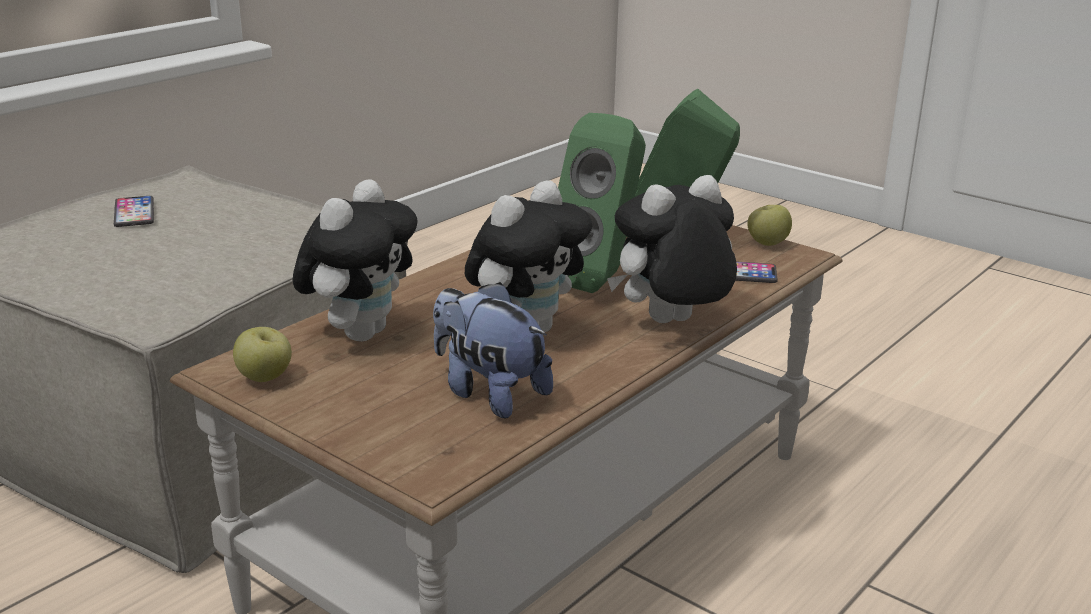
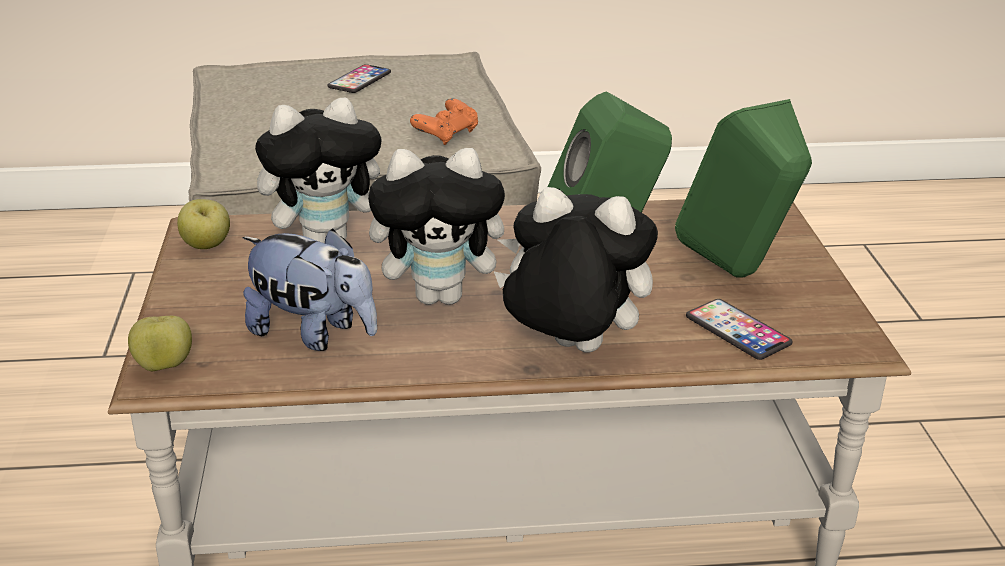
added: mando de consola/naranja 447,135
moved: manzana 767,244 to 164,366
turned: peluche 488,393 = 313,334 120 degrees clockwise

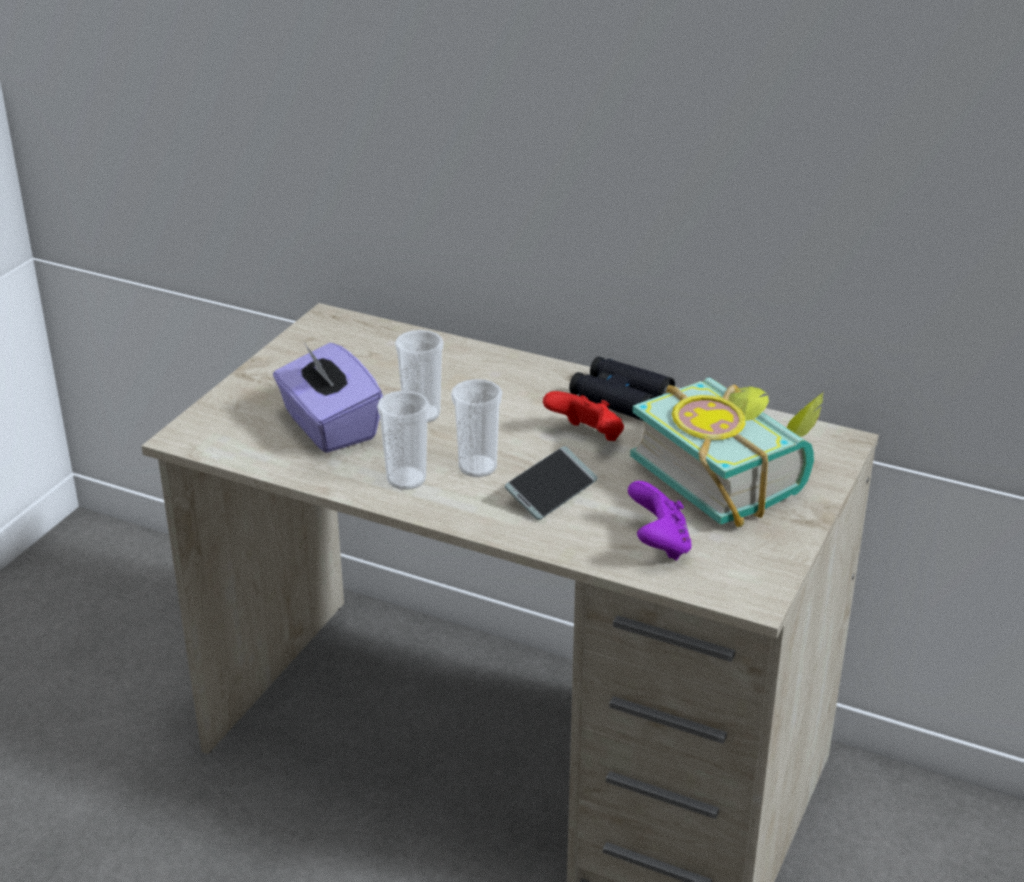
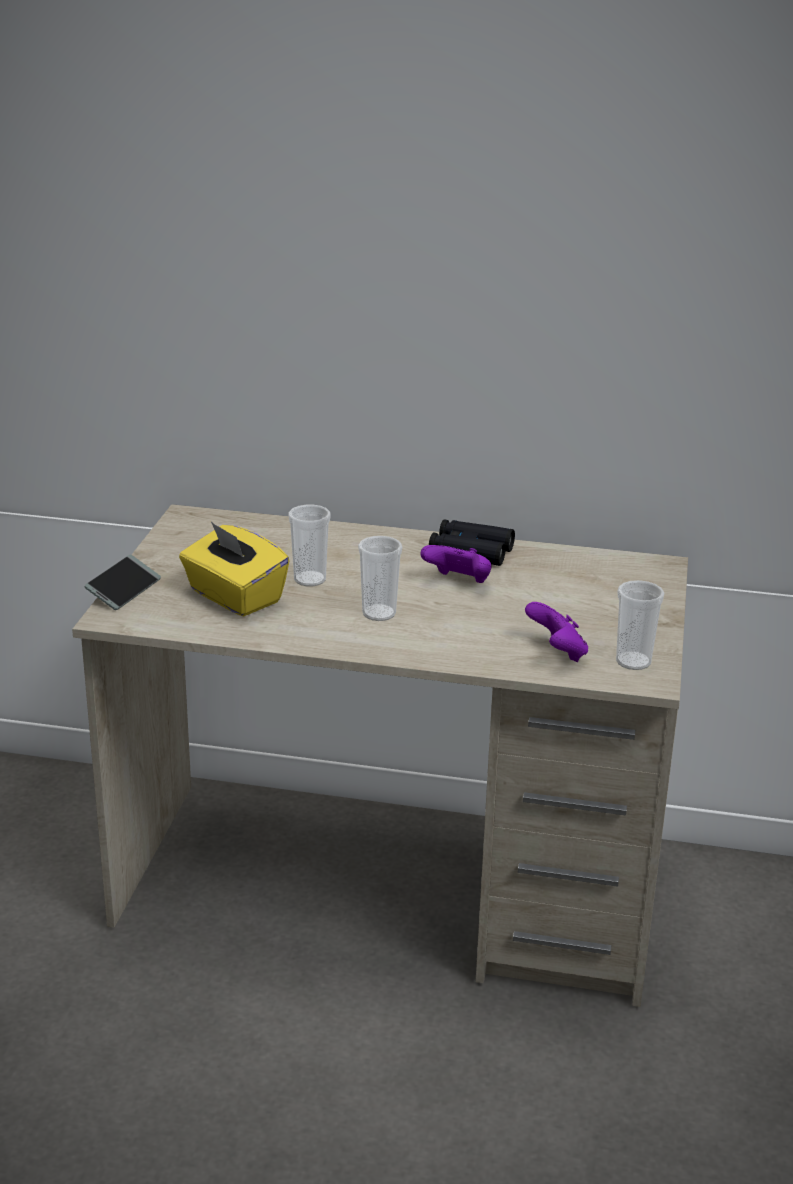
removed: libro 731,475
moved: taza 406,479 to 633,661; móvil 551,492 to 124,590
recoloured: caja de pañuelos/morado 329,427 to caja de pañuelos/amarillo 234,597; mando de consola/rojo 587,437 to mando de consola/morado 458,583

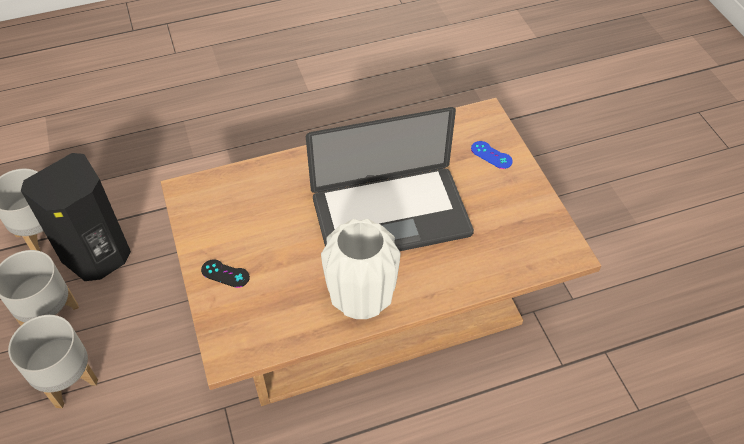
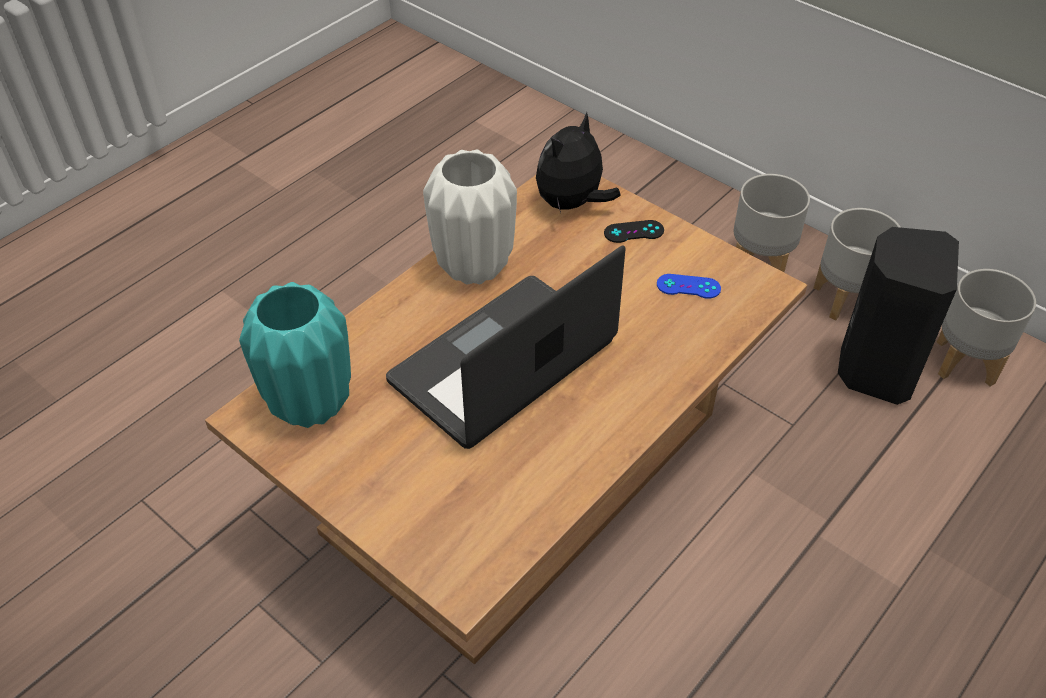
added: florero/turquesa 310,405; peluche 572,204
moved: mando de consola/azul 491,155 to 688,286

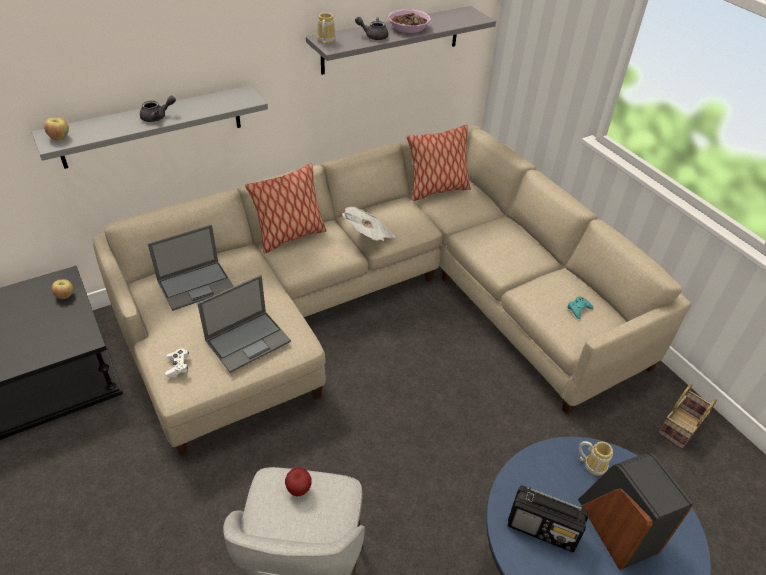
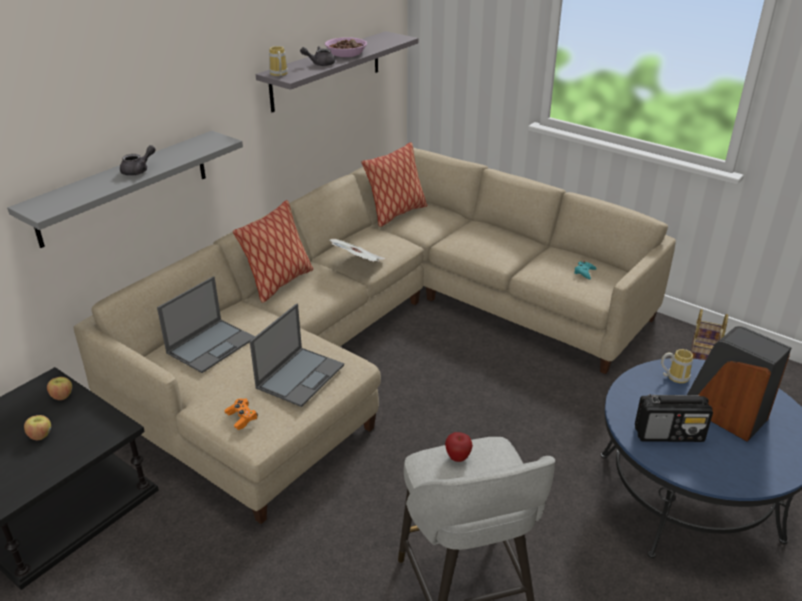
moved: manzana 59,137 to 40,435
recoloured: mando de consola/blanco 178,366 to mando de consola/naranja 242,418

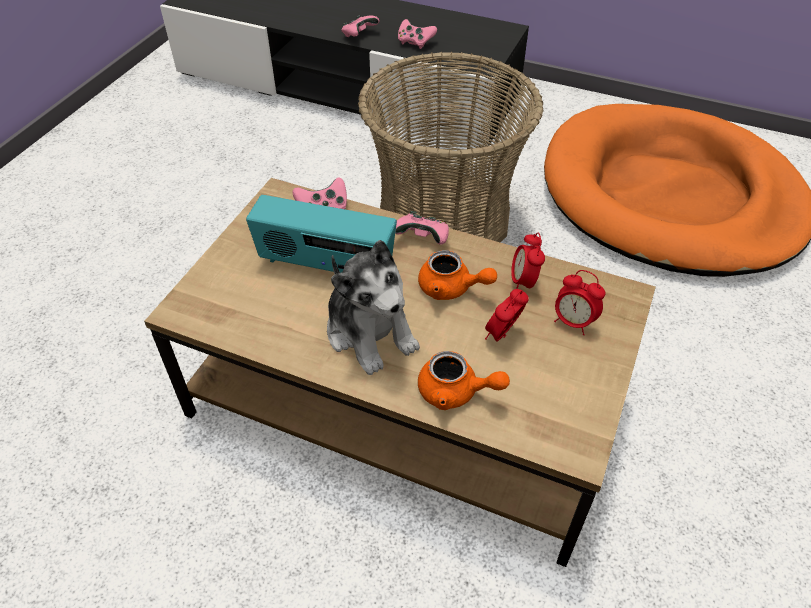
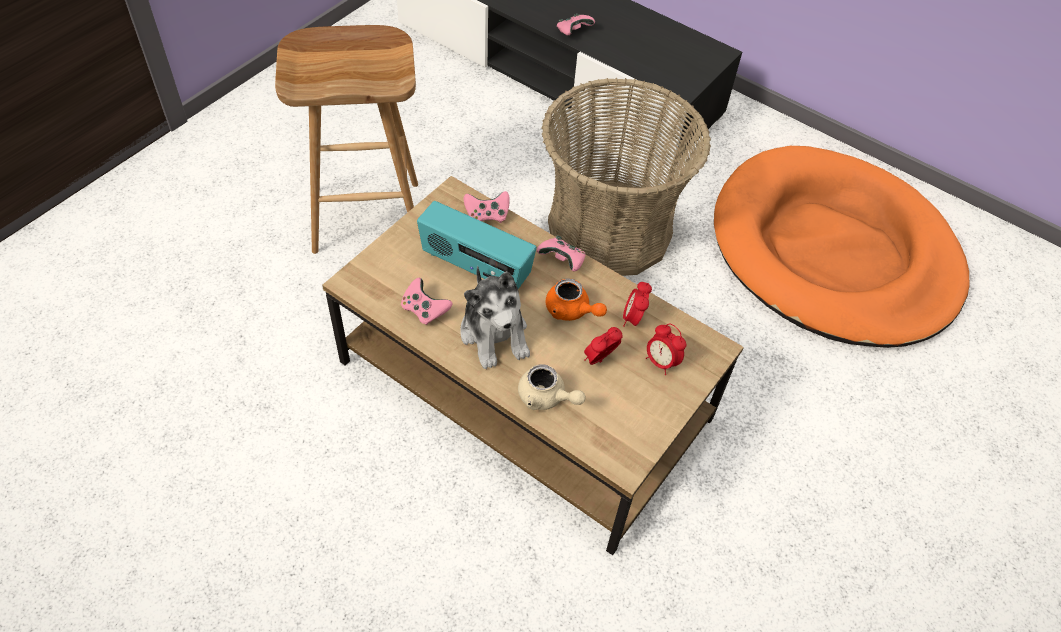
added: taburete/marrón 368,216
moved: mando de consola/rosa 415,42 to 424,310
recoloured: tetera/naranja 455,392 to tetera/beis 546,398

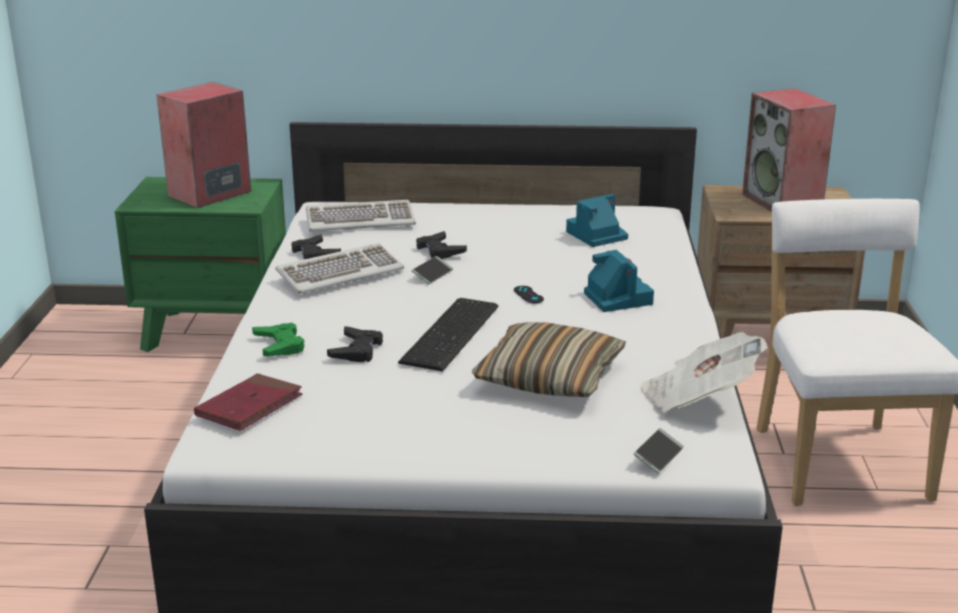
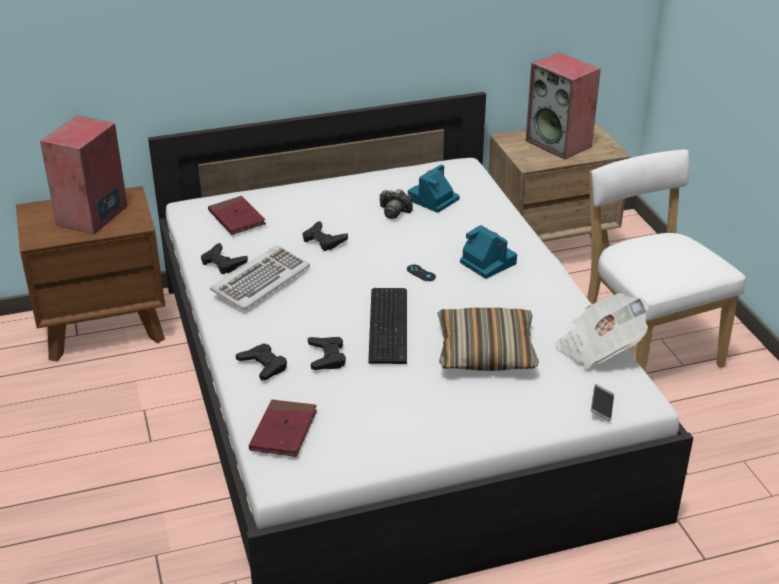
removed: móvil 432,274
added: cámara 394,212
replaced: teclado 360,220 to libro/rojo 236,218
recoloured: mesita de noche/verde 216,331 to mesita de noche/marrón 104,326; mando de consola/verde 279,345 to mando de consola/negro 263,365

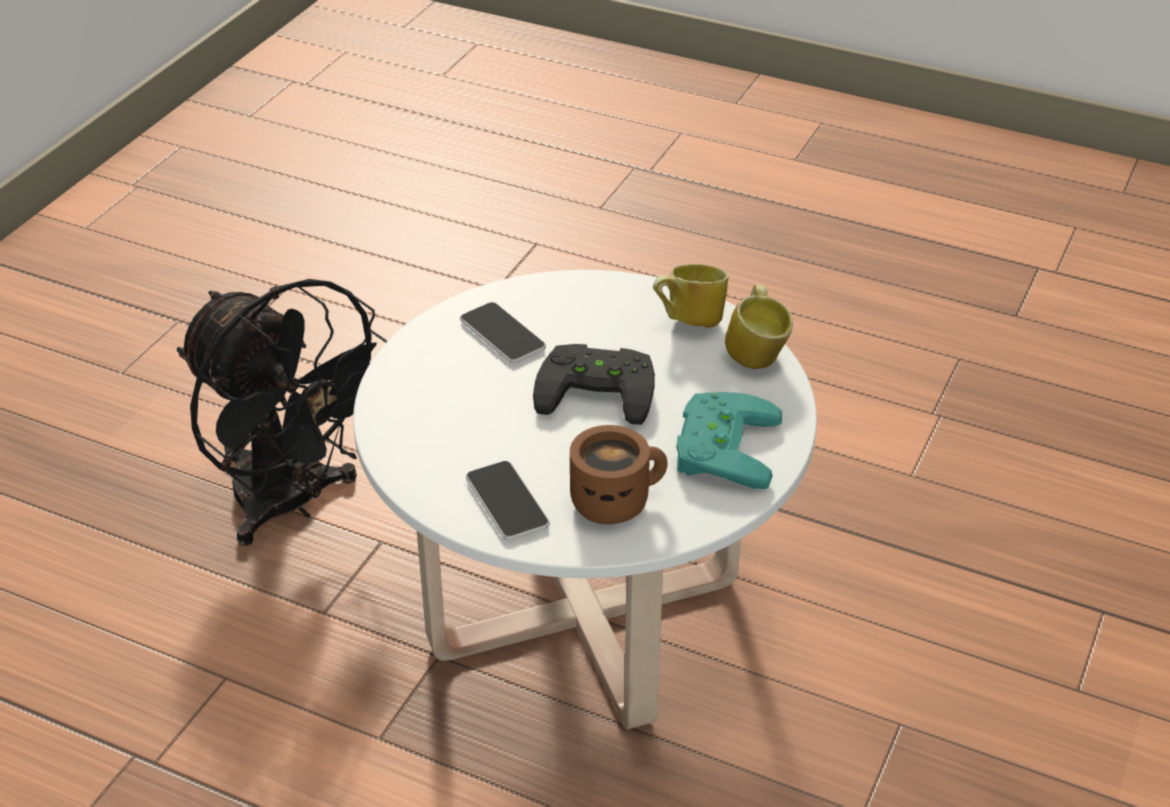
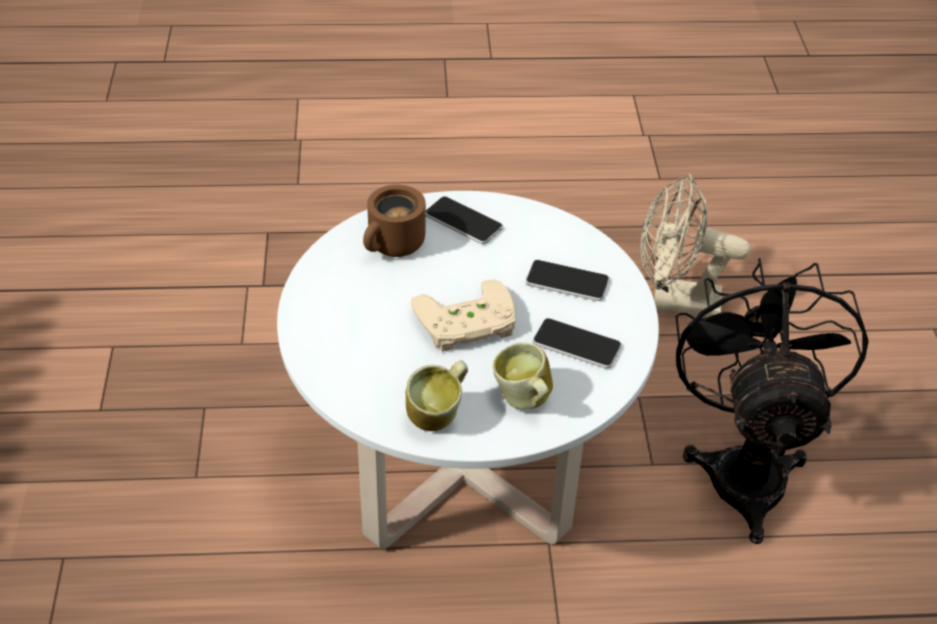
removed: mando de consola/turquesa 719,446
added: móvil 567,282; ventilador/beis 674,301
moved: taza grande 757,354 to 523,401
recoloured: mando de consola/negro 598,387 to mando de consola/beis 467,325
turned: ventilador/negro 292,504 = 744,466 75 degrees clockwise

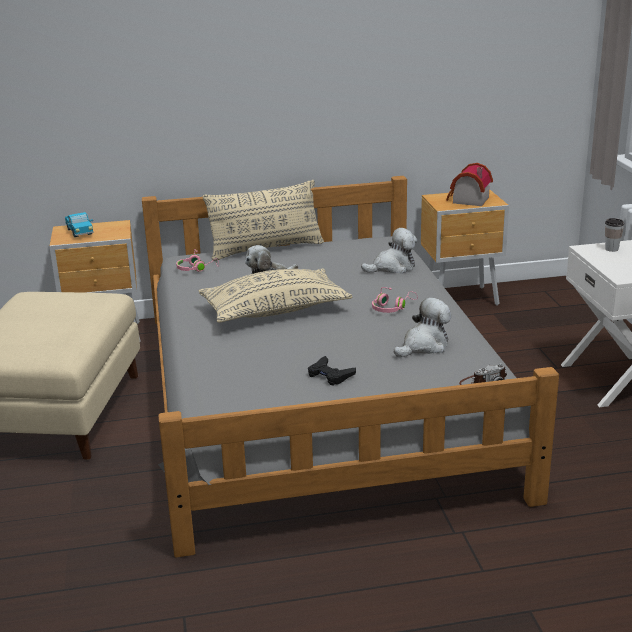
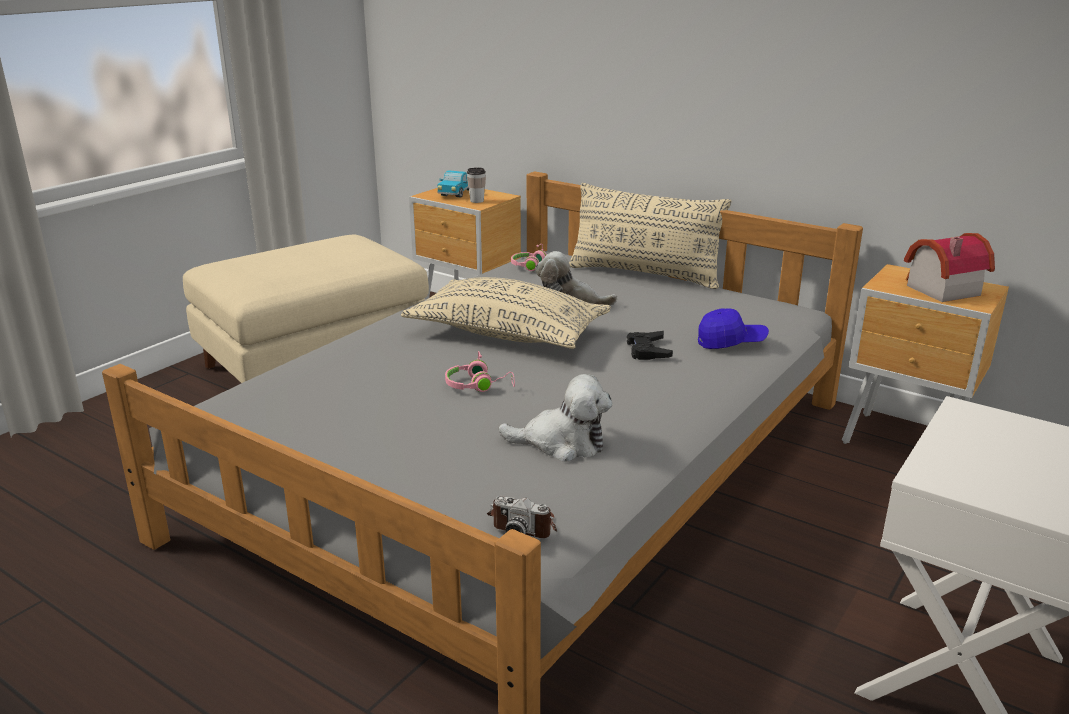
moved: mando de consola/negro 330,375 to 648,350; auriculares/rosa 392,308 to 478,386; taza 611,249 to 477,201
replaced: peluche 392,267 to gorra/azul 731,342

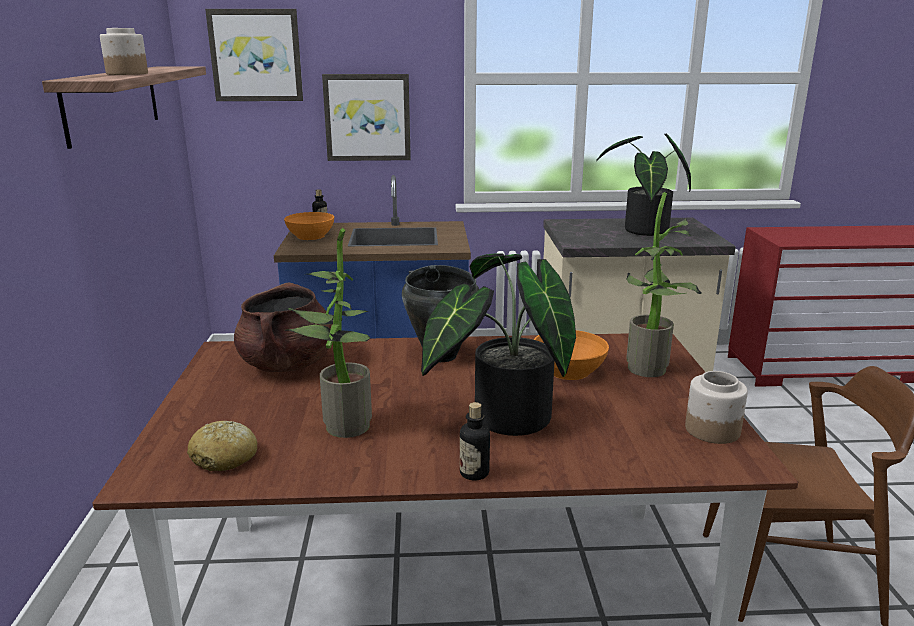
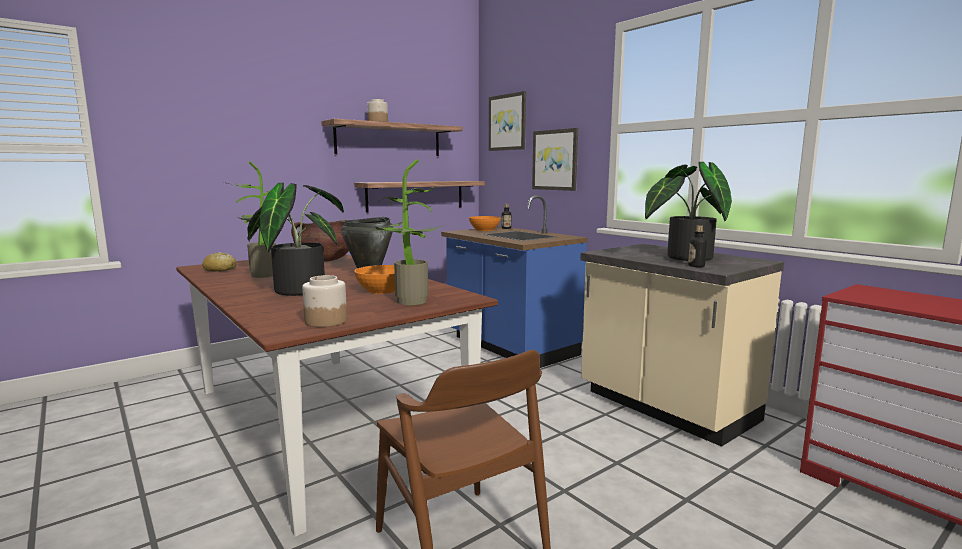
added: estante 416,195
moved: botella 474,473 to 696,266

